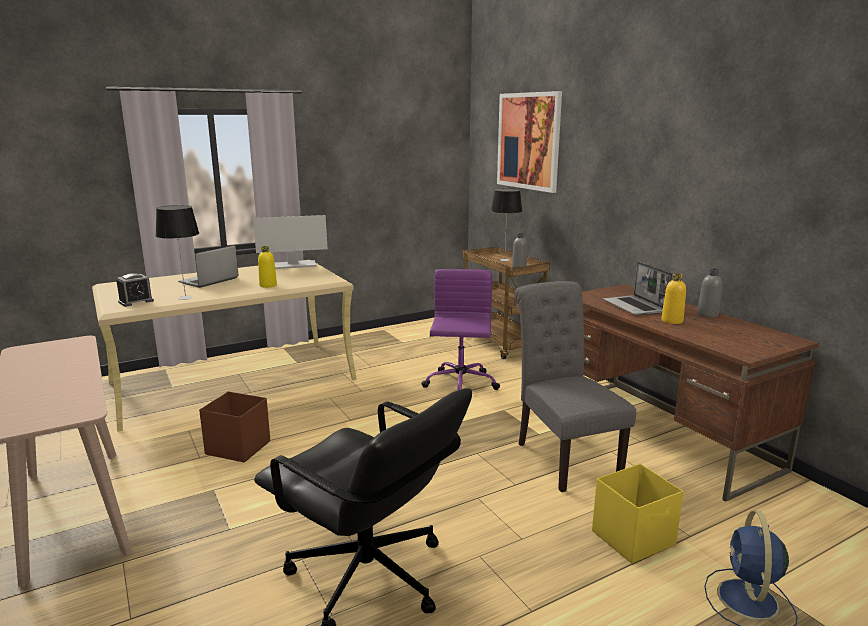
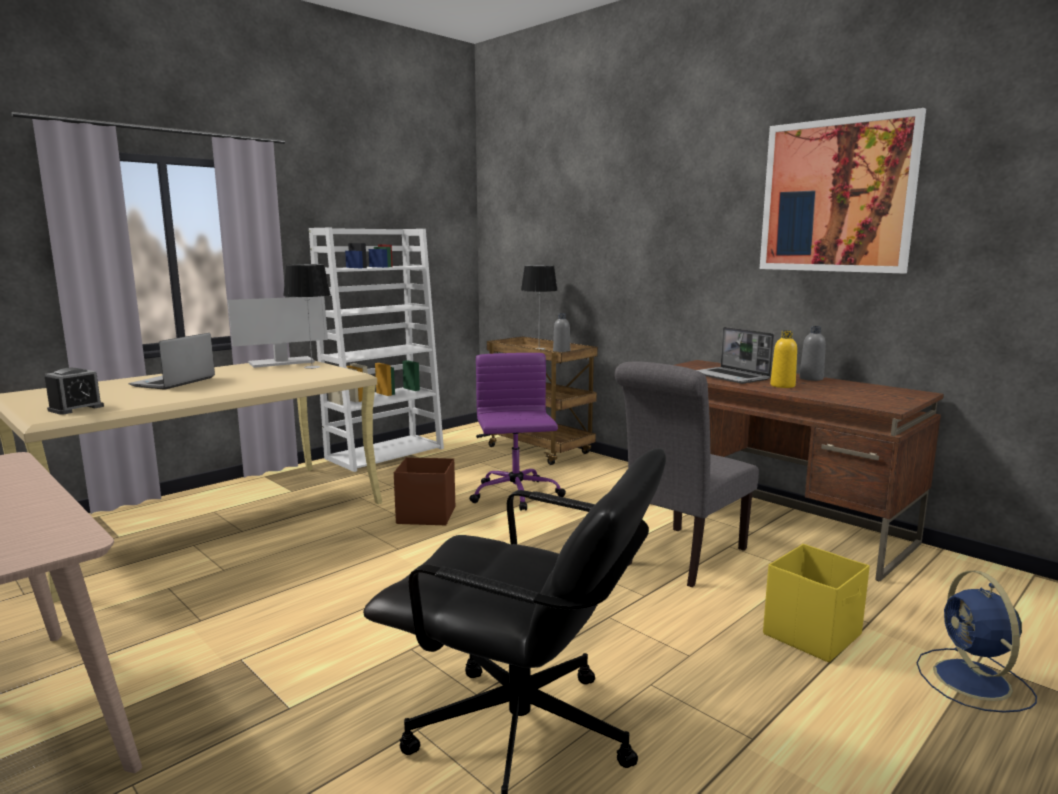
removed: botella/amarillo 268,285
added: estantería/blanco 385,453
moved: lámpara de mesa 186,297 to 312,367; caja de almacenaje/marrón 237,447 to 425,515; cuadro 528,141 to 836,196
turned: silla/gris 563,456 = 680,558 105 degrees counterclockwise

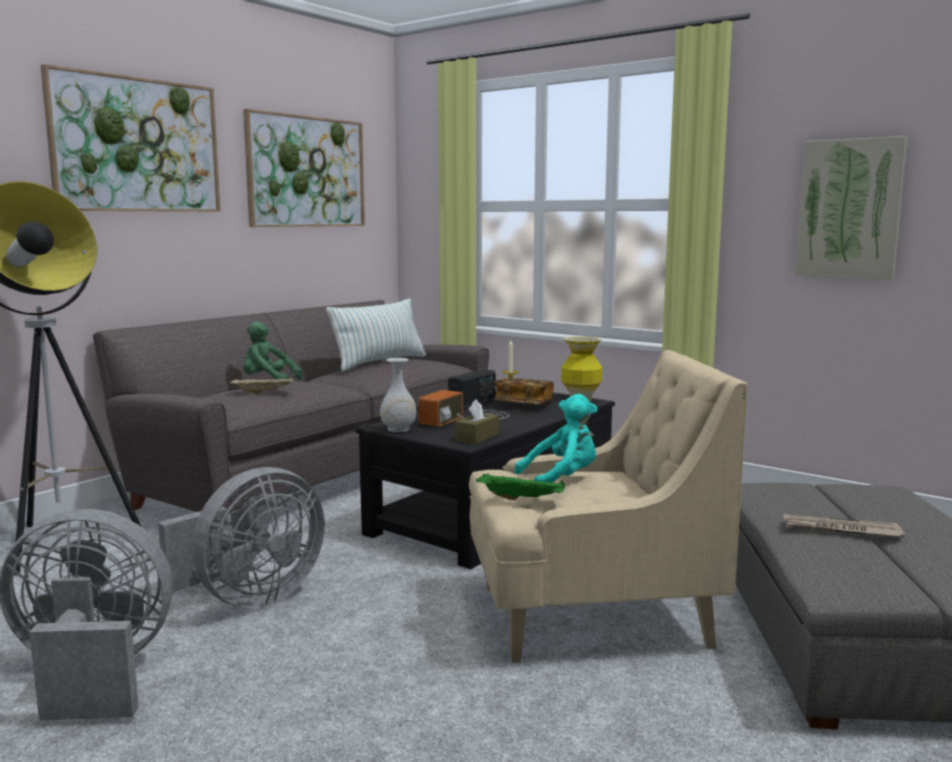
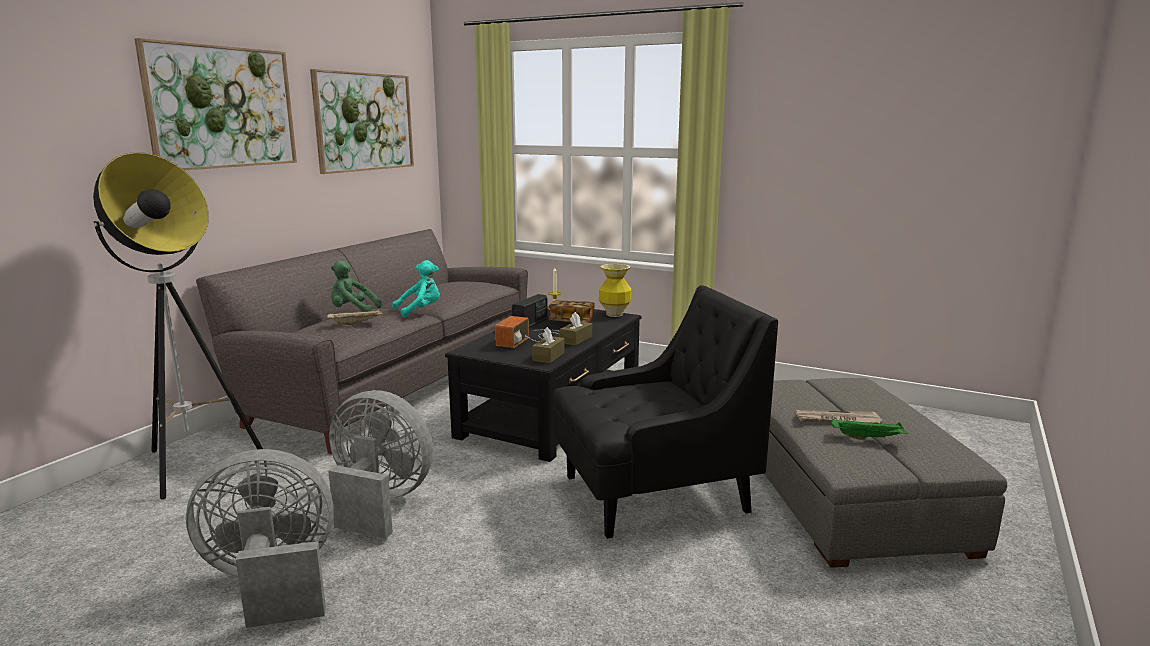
removed: cojín 379,362; florero/blanco 398,429; cuadro 849,209
added: caja de pañuelos/marrón 576,340
moved: bandeja/verde 522,499 to 868,438; peluche/turquesa 562,480 to 420,311
recoloured: sillón/beis 589,616 to sillón/negro 652,494
turned: ventilador/gris 250,598 = 379,503 105 degrees counterclockwise

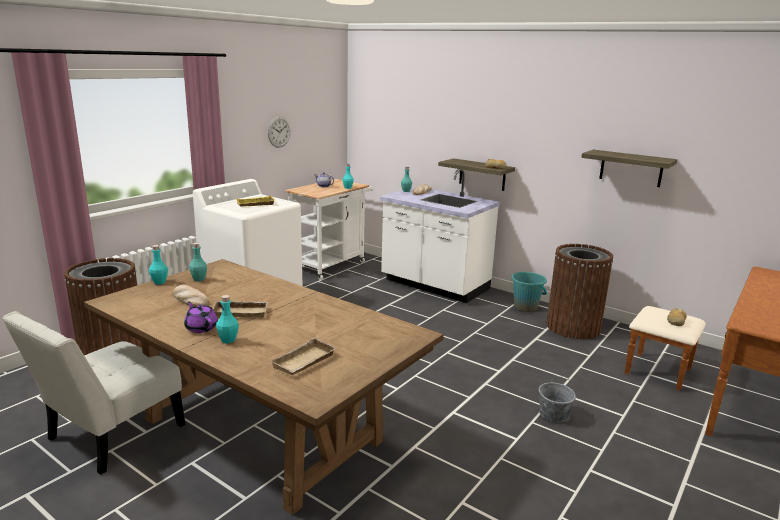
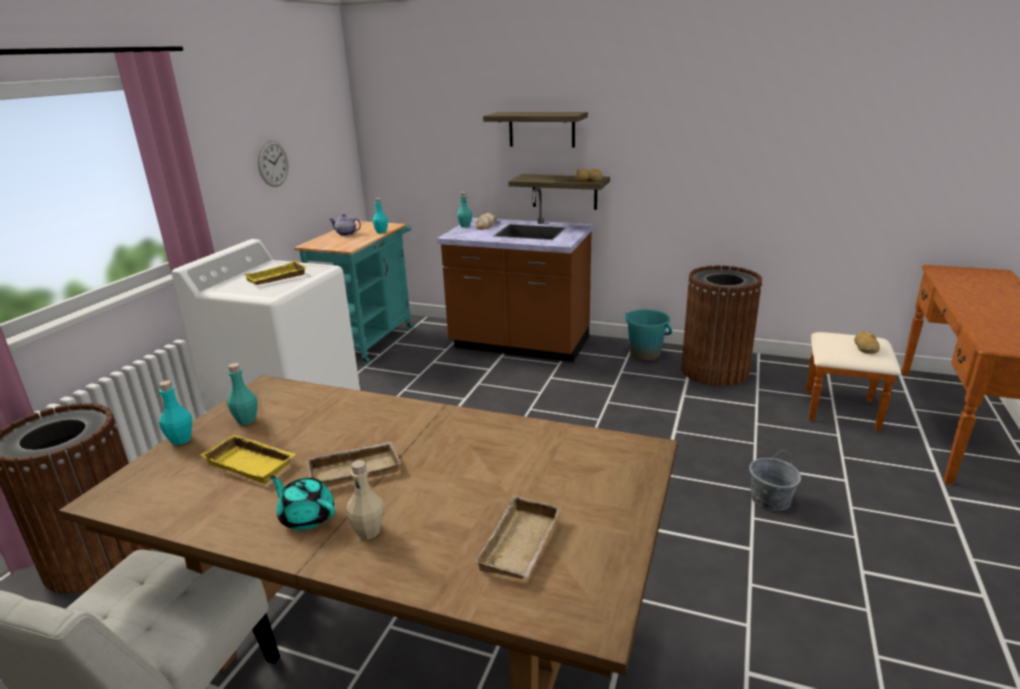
moved: estante 631,168 to 541,129
replaced: pan 189,299 to bandeja/amarillo 253,463
recoloured: tetera/morado 201,327 to tetera/turquesa 306,516; botella/turquesa 228,340 to botella/beis 368,531; carrito/blanco 331,264 to carrito/turquesa 370,339; mueble bajo de cocina/blanco 434,285 to mueble bajo de cocina/marrón 520,345

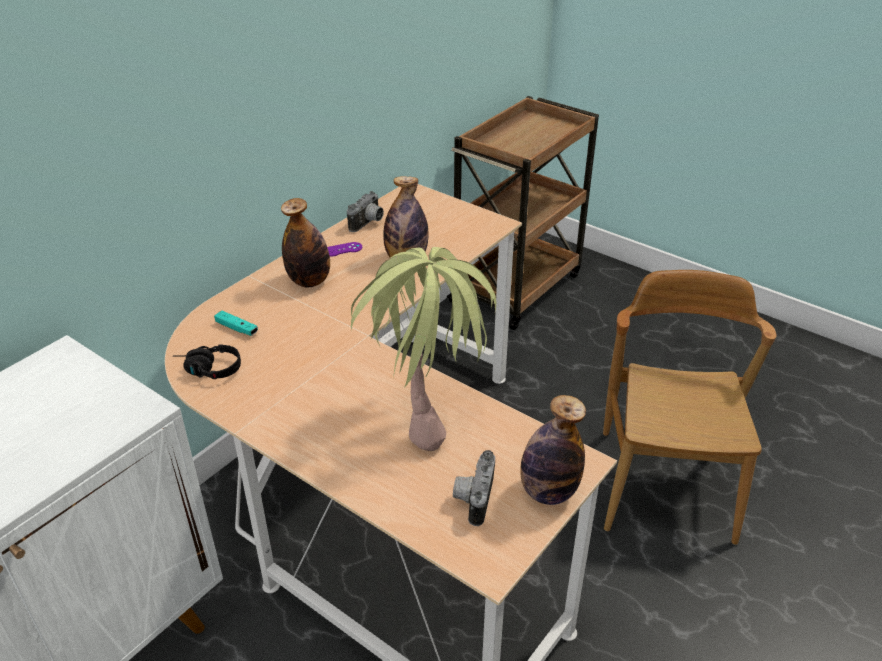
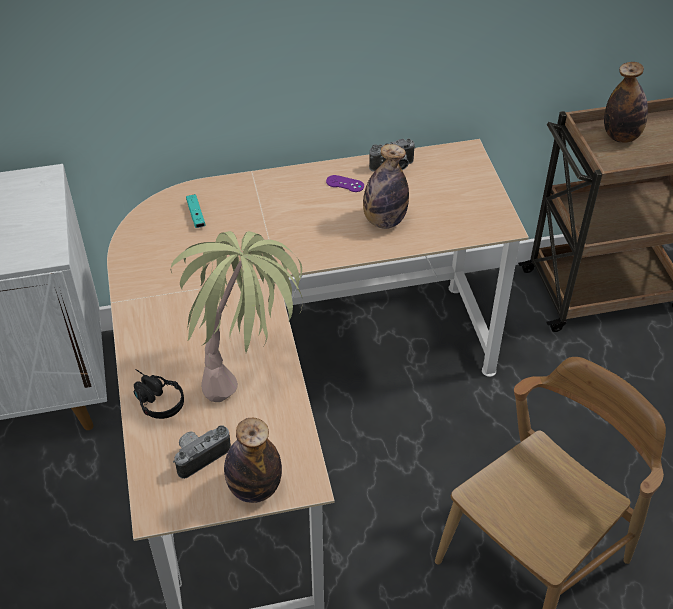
moved: auriculares/negro 207,370 to 154,399; botella 309,281 to 621,136

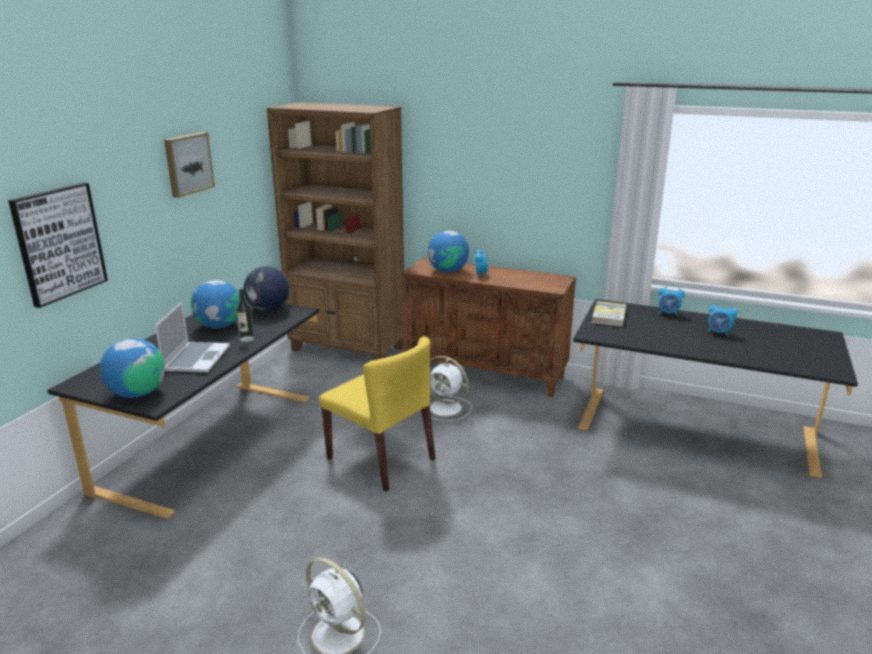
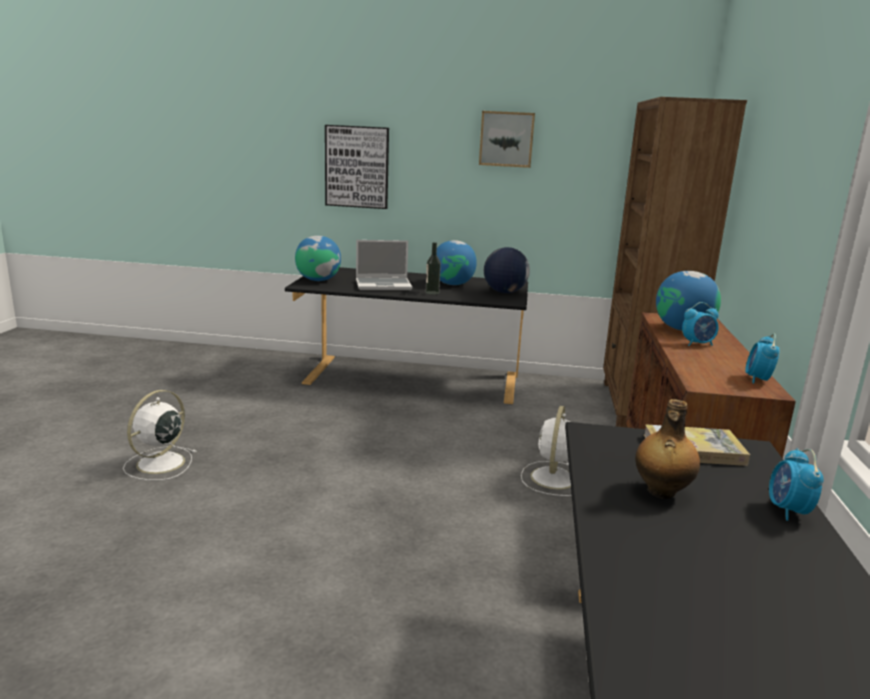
removed: silla/amarillo 381,459
added: botella 661,492
moved: despertador 719,333 to 758,379

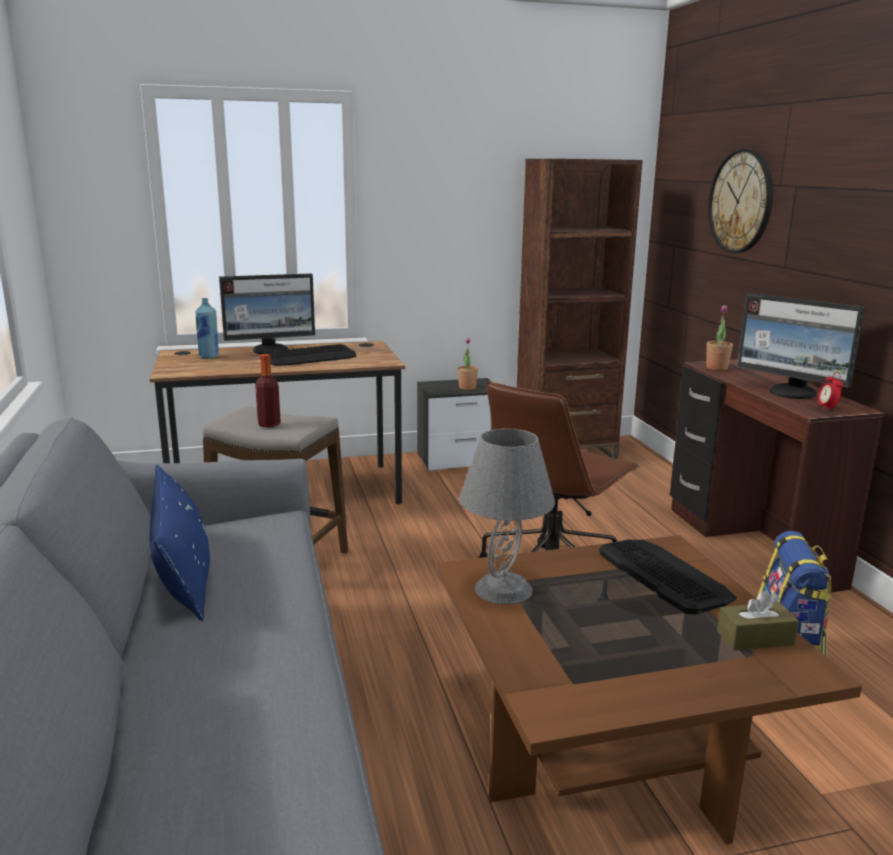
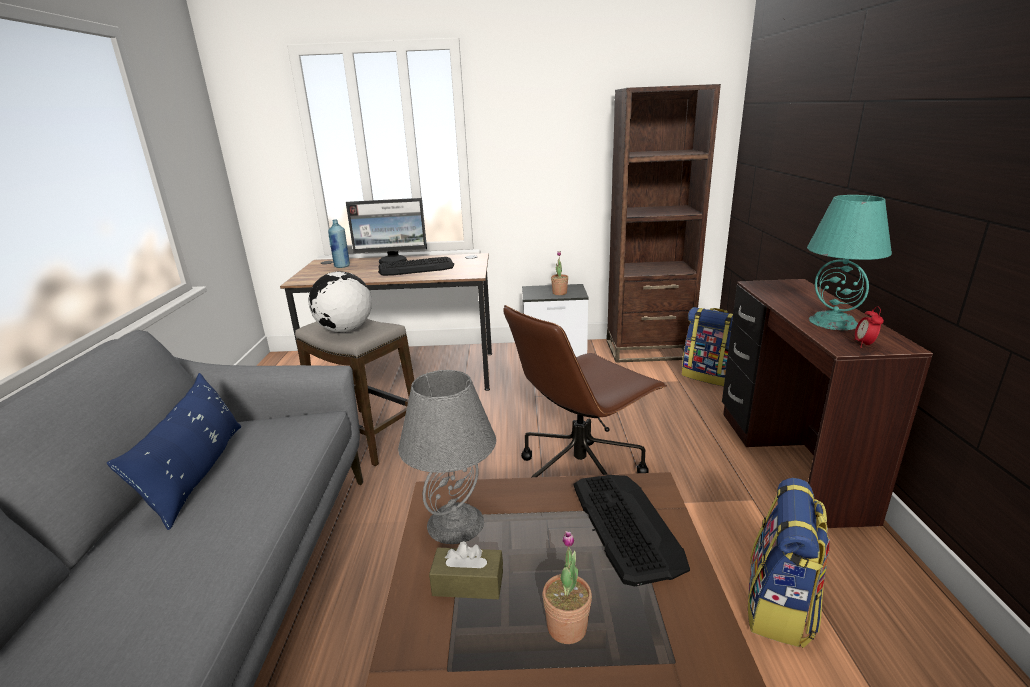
removed: reloj de pared 741,201
added: mochila 709,376
moved: planta en maceta 716,368 to 567,627; caja de pañuelos/marrón 755,638 to 468,583
replaced: botella 269,424 to globo terráqueo 345,330; monitor 792,393 to lámpara de mesa/turquesa 833,322

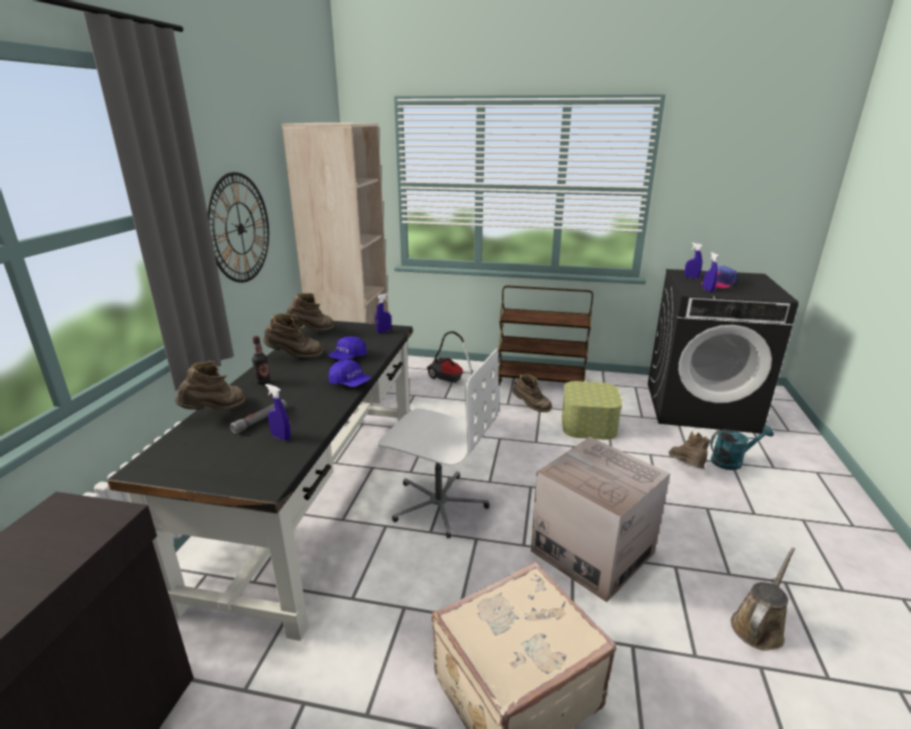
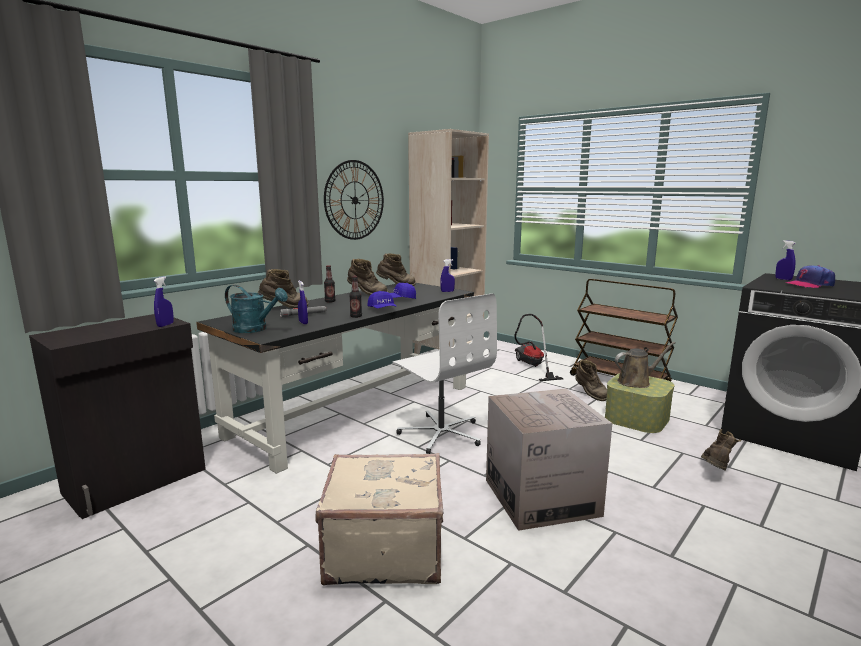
added: botella 356,316
moved: pulverizador/azul 707,290 to 165,325; regadera/turquesa 731,461 to 255,329; regadera/marrón 758,626 to 636,382

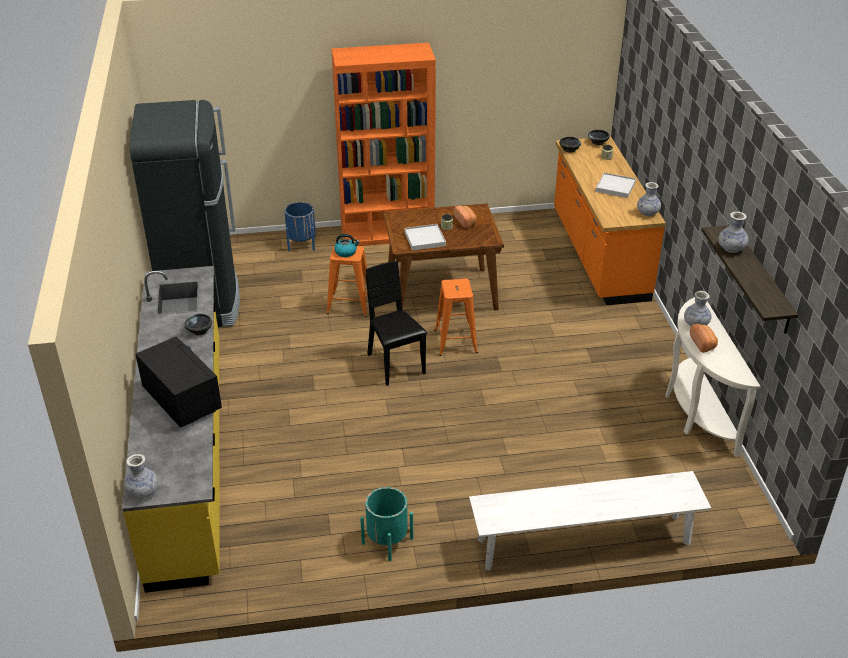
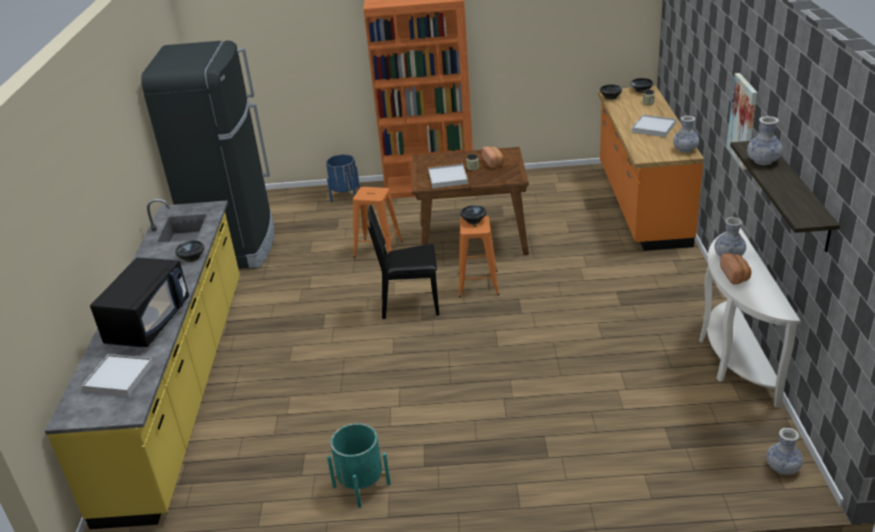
removed: hervidor 346,252; banco/blanco 584,542
added: bandeja/blanco 119,377; cuenco/negro 473,221; cuadro 743,121
moved: florero 143,492 to 782,467
turned: microondas/negro 181,400 = 148,322 45 degrees clockwise; silla/negro 395,365 = 411,305 75 degrees counterclockwise

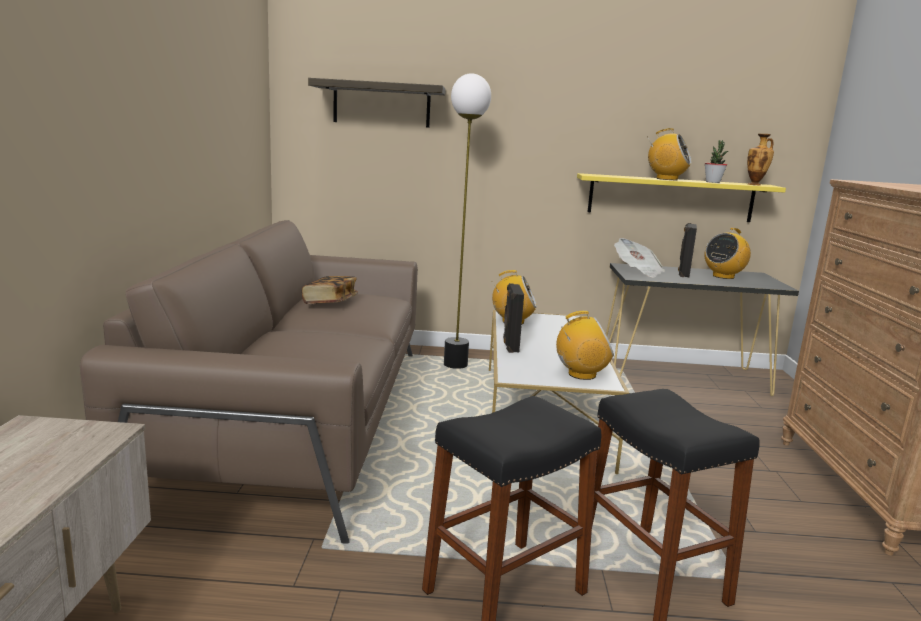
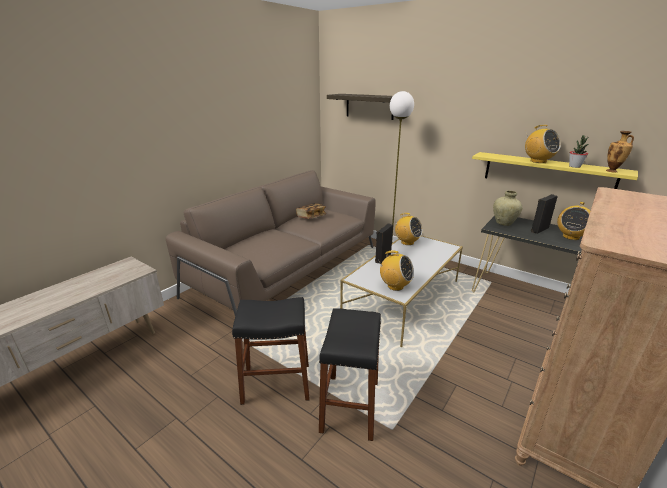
replaced: periódico 637,271 to florero/beis 504,223
turned: radio 723,276 = 570,237 45 degrees counterclockwise

